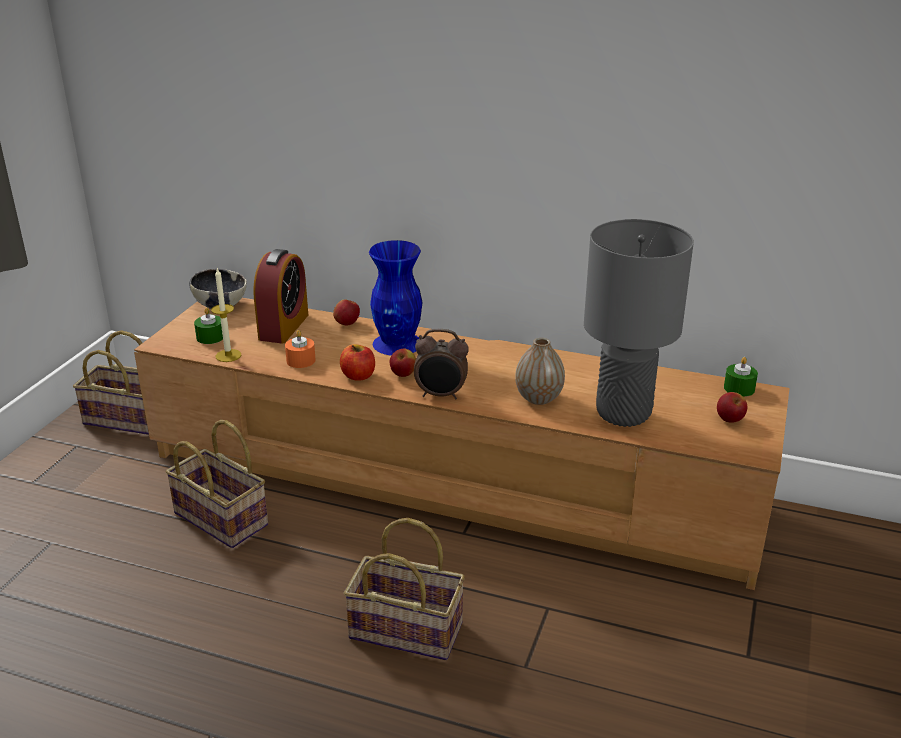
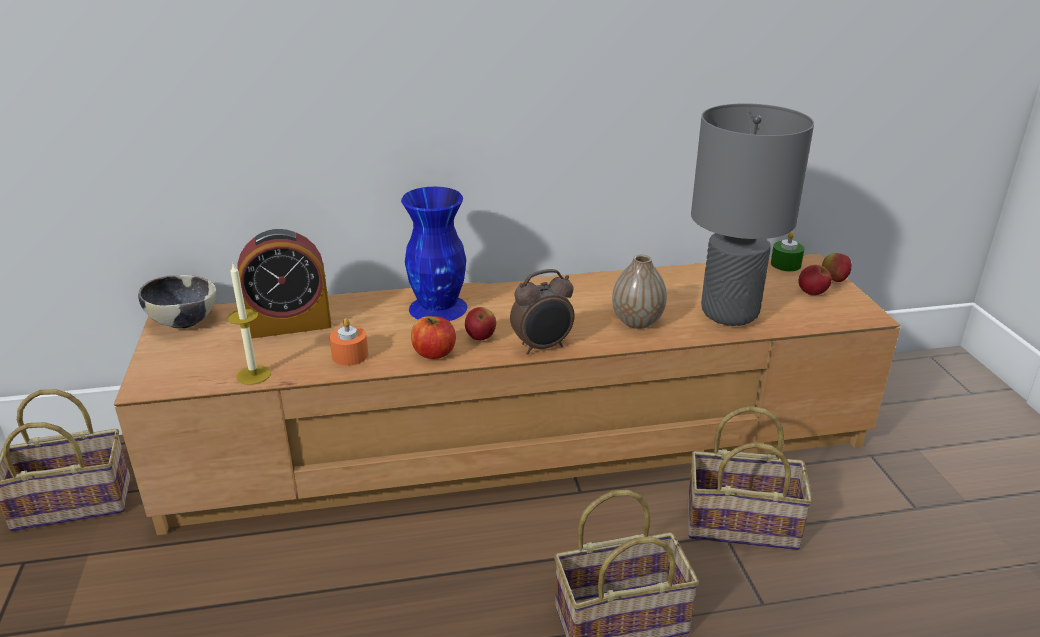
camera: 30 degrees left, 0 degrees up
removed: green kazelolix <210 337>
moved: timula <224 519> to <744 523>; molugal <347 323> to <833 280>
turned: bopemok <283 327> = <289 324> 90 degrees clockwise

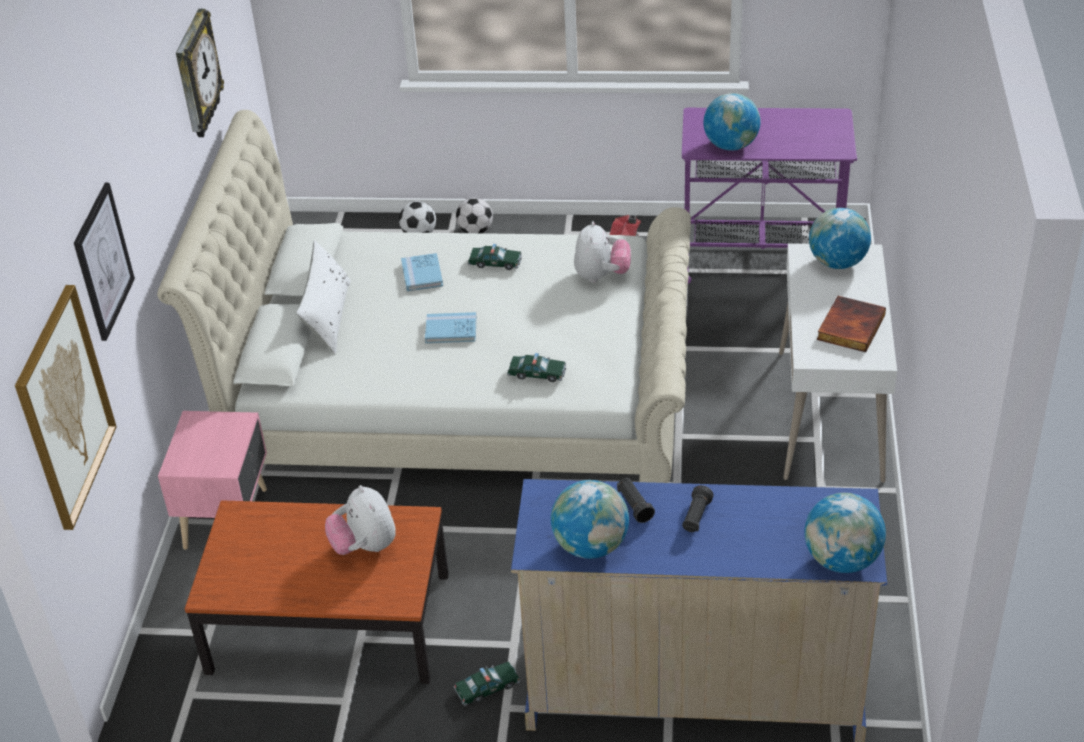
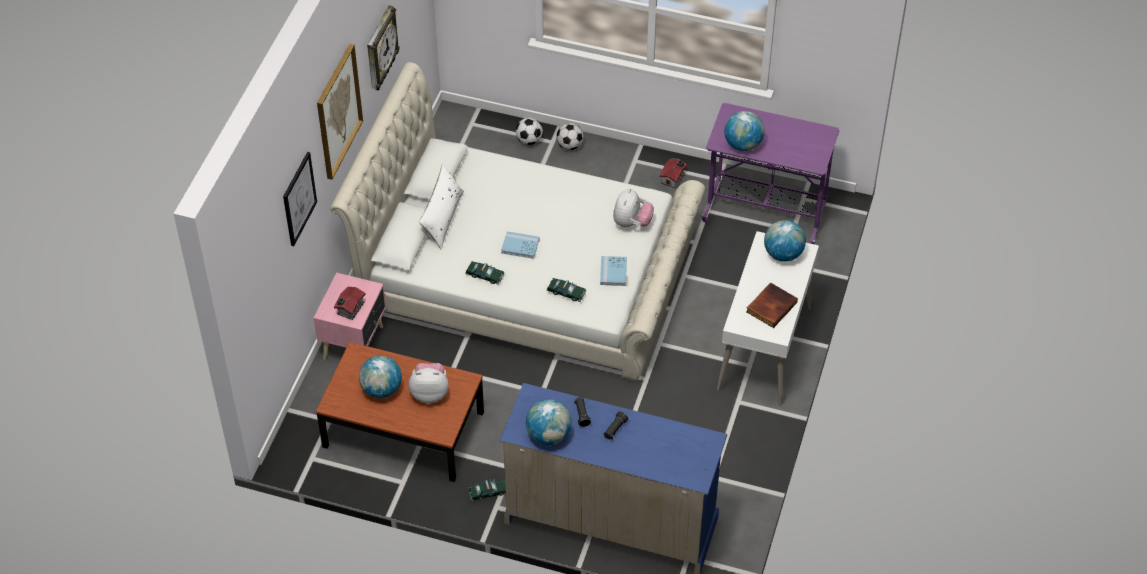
camera: 10 degrees right, 10 degrees up
added: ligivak <349 308>
moved: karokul <64 407> to <338 111>; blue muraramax <422 274> to <613 272>; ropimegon <495 263> to <485 275>; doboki <841 560> to <381 389>
turned: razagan <365 546> = <430 392> 105 degrees clockwise

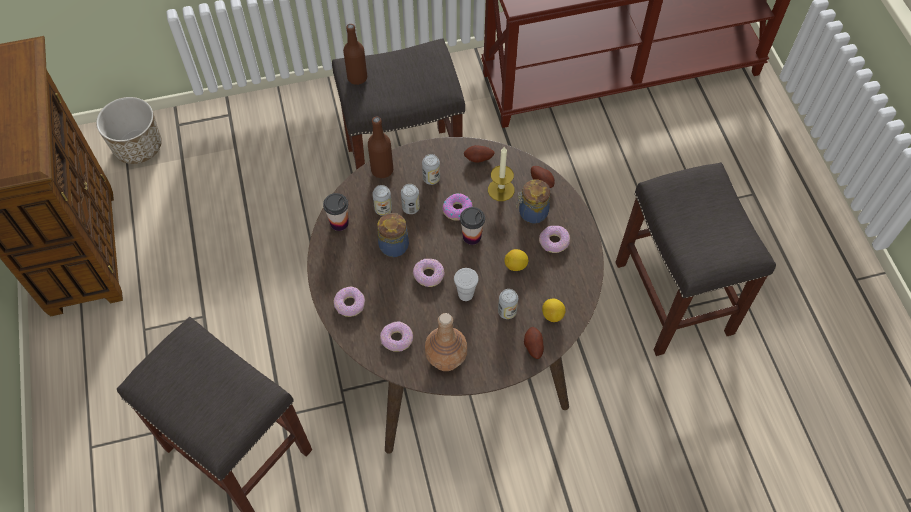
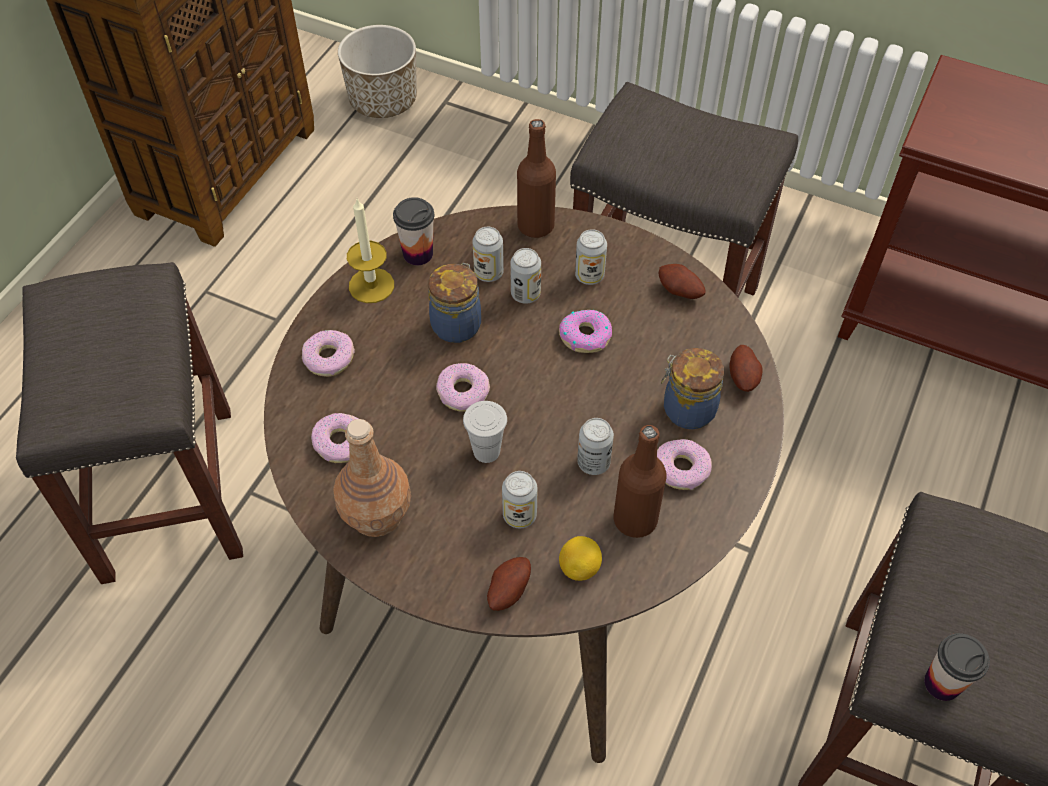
camera: 40 degrees right, 5 degrees down
moved: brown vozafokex <357 78> to <635 519>; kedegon <472 236> to <942 683>; kazelolix <501 190> to <371 285>
replaced: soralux <515 265> to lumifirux <593 463>

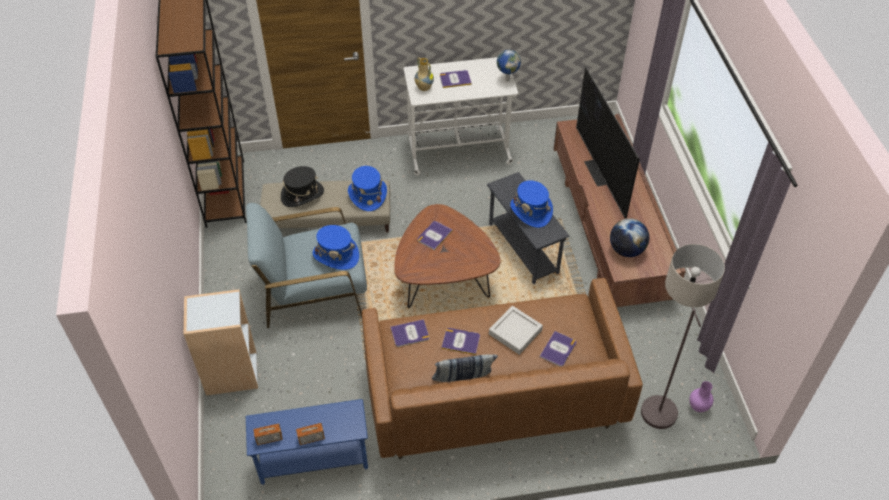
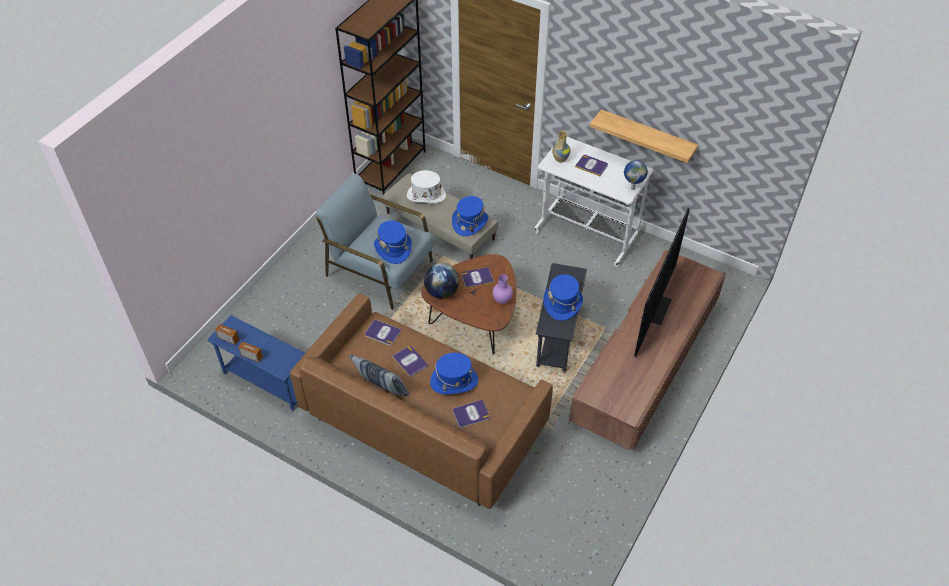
camera: 40 degrees right, 0 degrees up
removed: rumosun <230 373>; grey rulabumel <655 403>
added: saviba <647 137>
moved: doboki <626 250> to <441 292>; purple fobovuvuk <698 407> to <502 301>
replaced: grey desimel <515 332> to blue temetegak <454 381>
recoloured: black temetegak <302 195> to white temetegak <426 195>

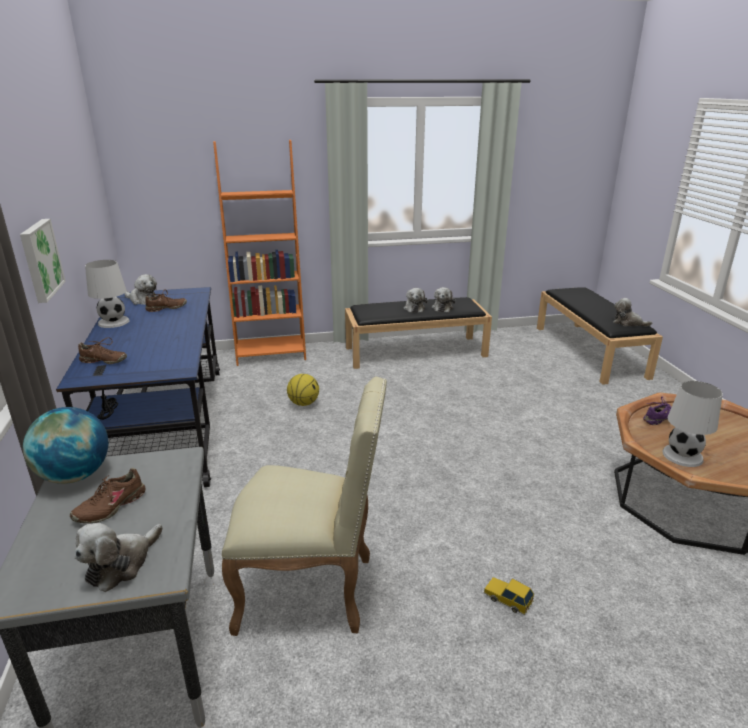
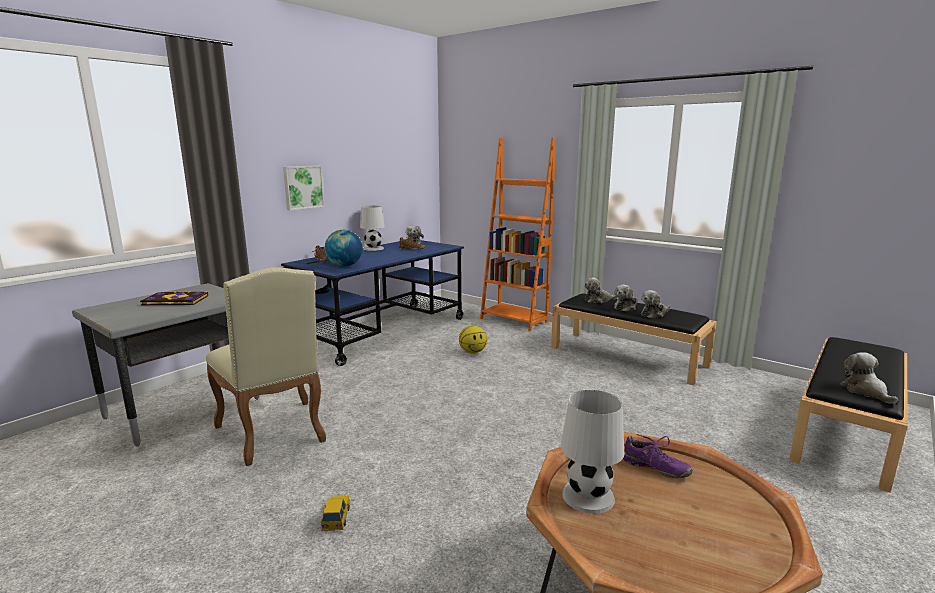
camera: 50 degrees right, 10 degrees down
moved: doboki <75 475> to <345 266>; razagan <121 564> to <598 300>
replaced: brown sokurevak <110 506> to muraramax <175 301>

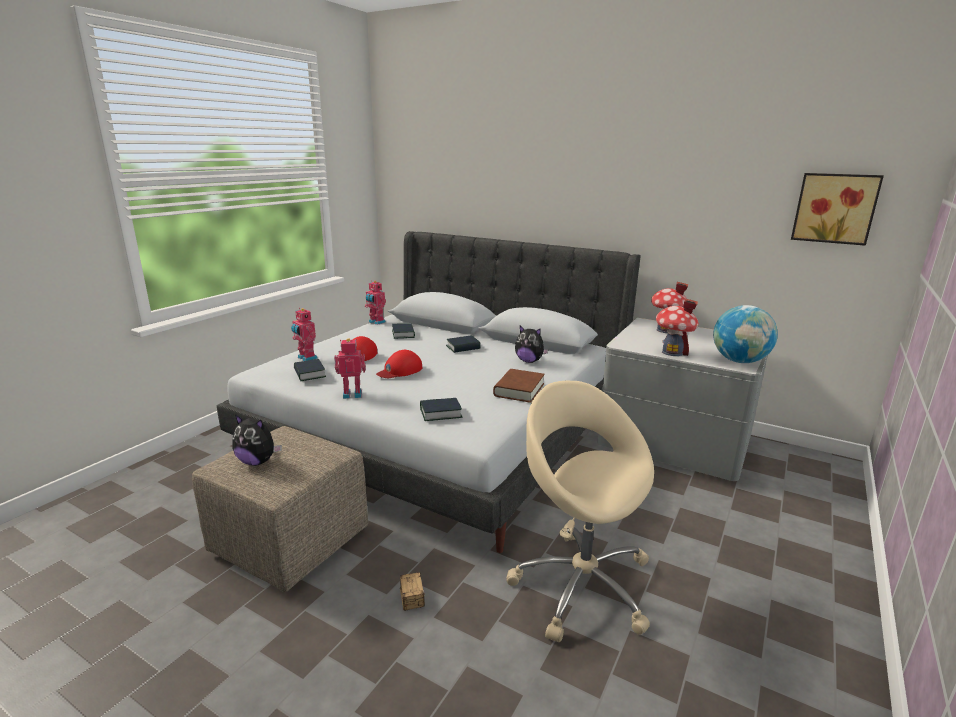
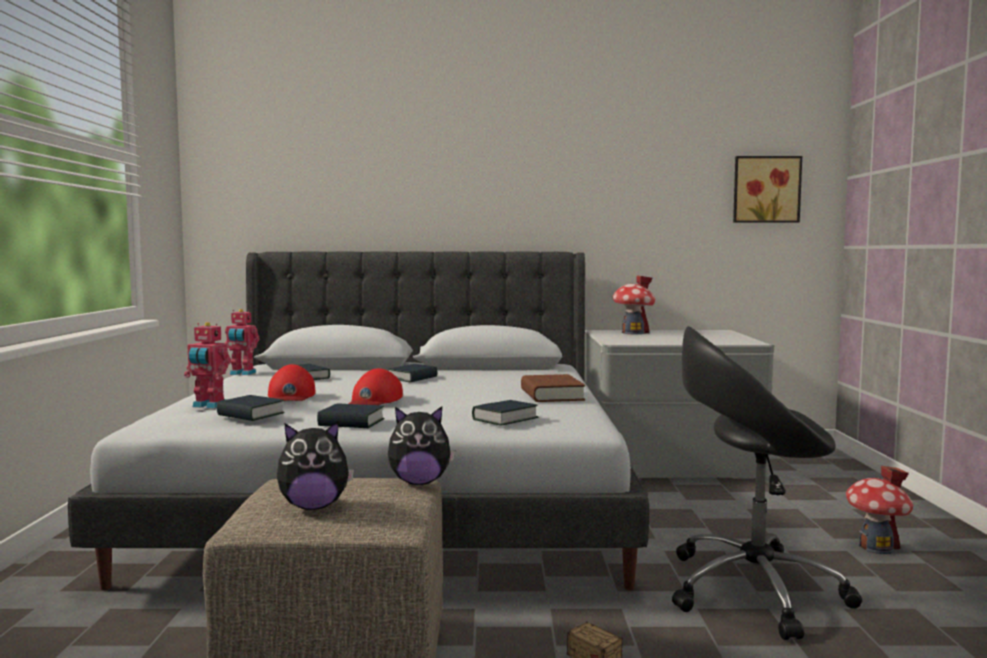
camera: 30 degrees left, 15 degrees down
removed: doboki <739 361>
moved: razagan <529 361> to <419 482>; ligivak <672 352> to <876 548>
replaced: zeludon <352 394> to muraramax <351 423>
recoloured: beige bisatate <580 584> to black bisatate <749 590>

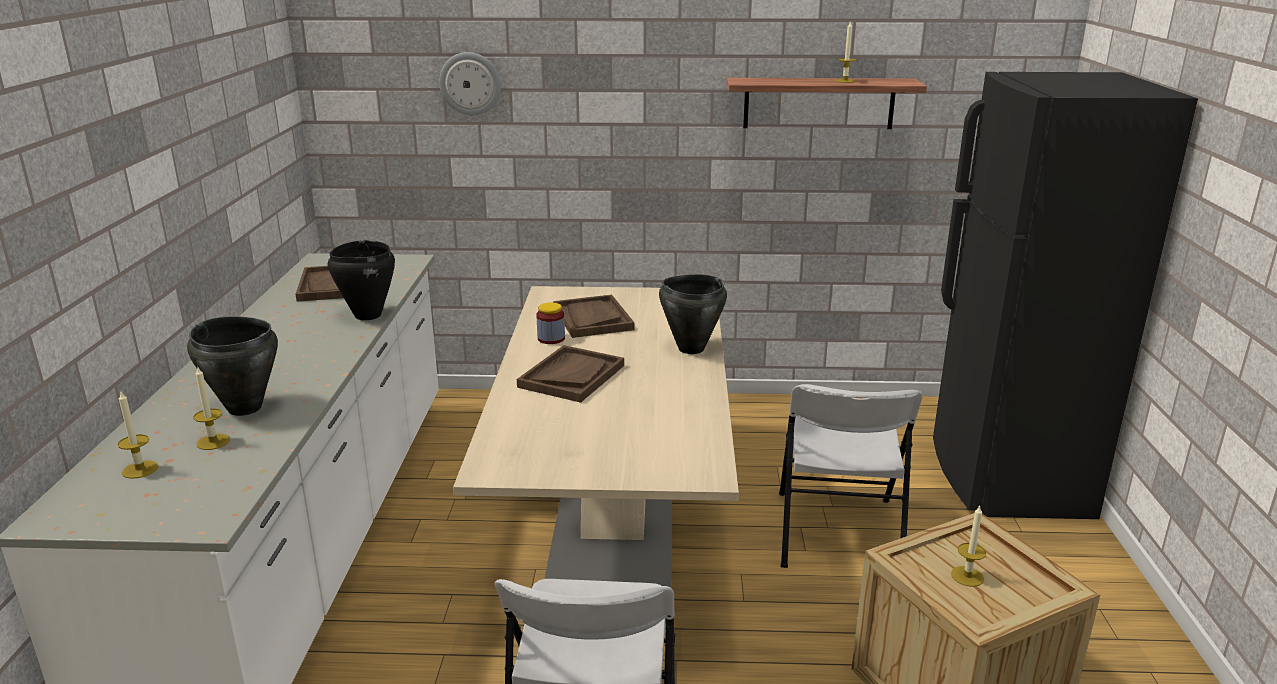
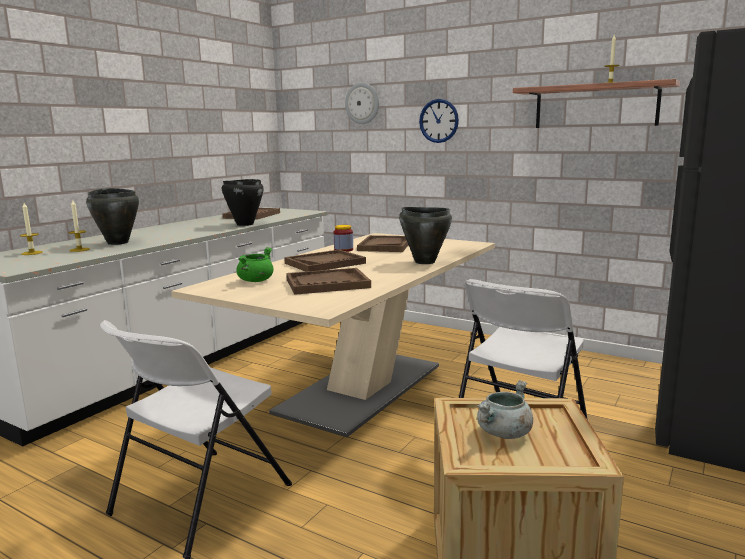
camera: 30 degrees right, 10 degrees down
added: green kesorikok <255 280>; brown desimel <327 284>; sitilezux <439 121>
replaced: kazelolix <967 576> to grey kesorikok <504 433>

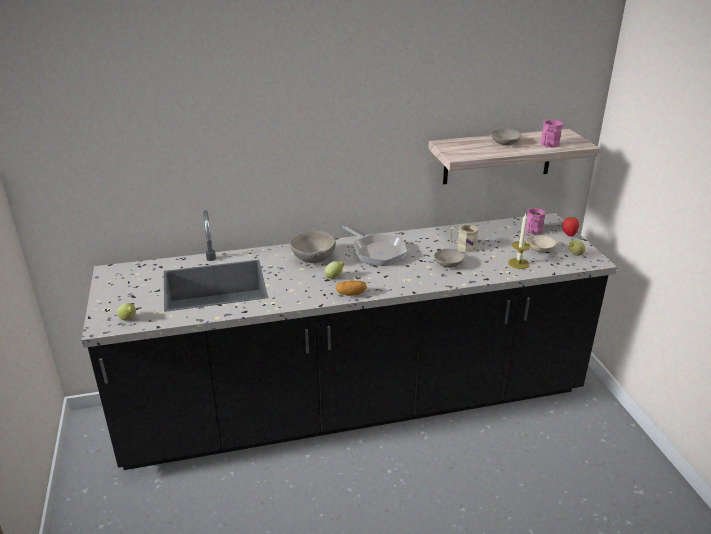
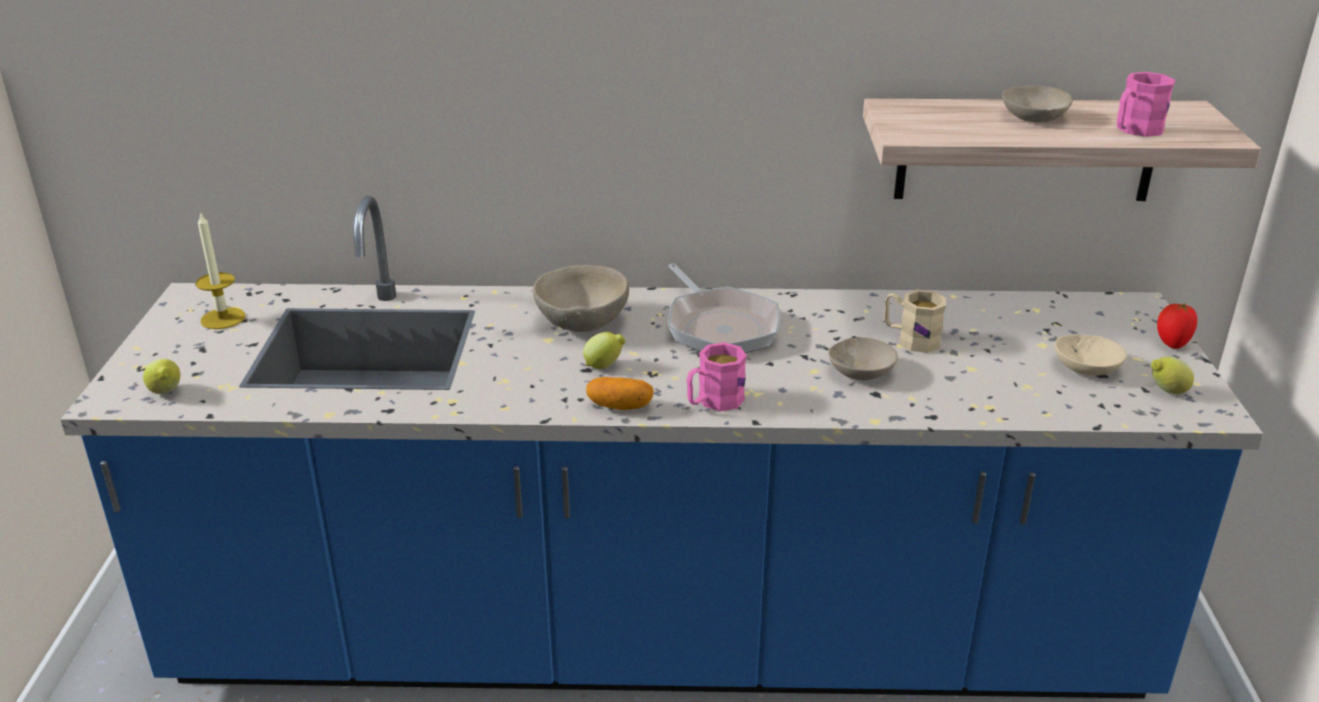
camera: 15 degrees right, 0 degrees up
moved: kazelolix <518 263> to <223 318>; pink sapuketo <531 231> to <713 402>
recoloured: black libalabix <355 406> to blue libalabix <659 641>

